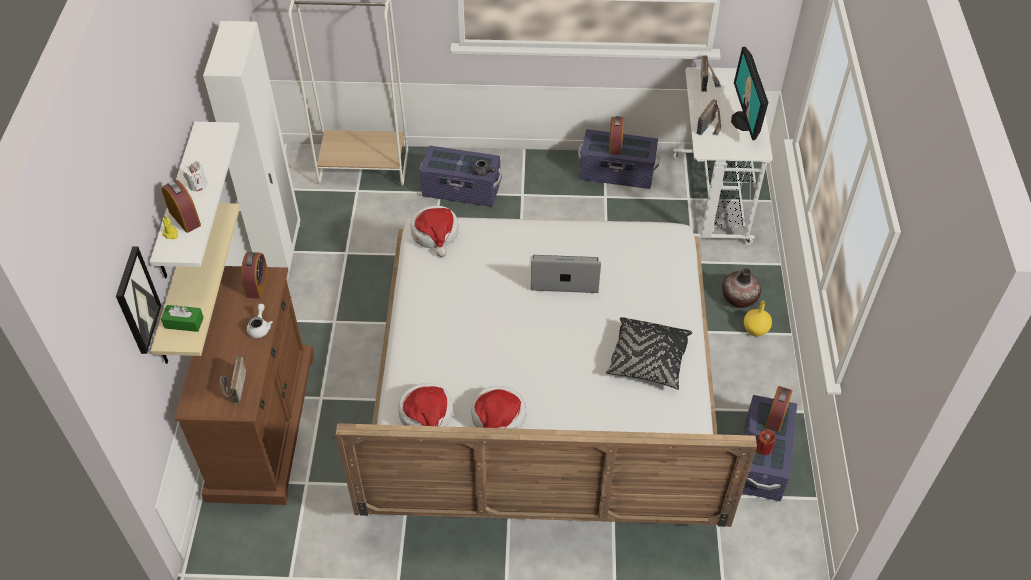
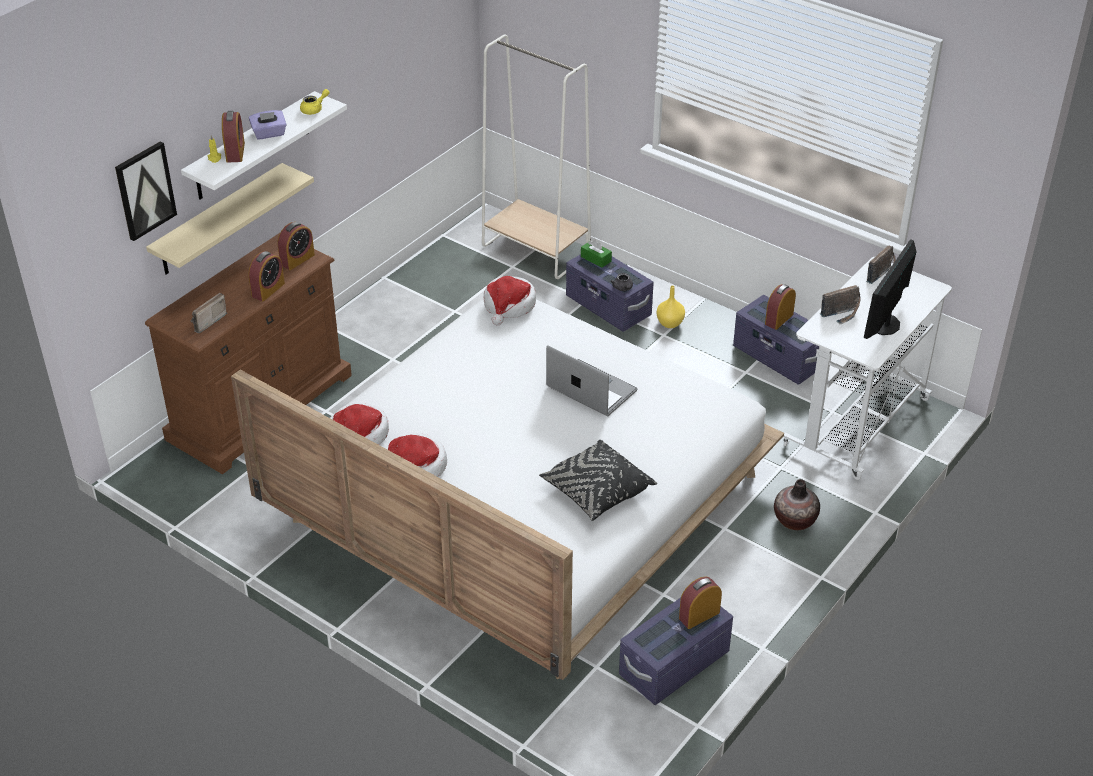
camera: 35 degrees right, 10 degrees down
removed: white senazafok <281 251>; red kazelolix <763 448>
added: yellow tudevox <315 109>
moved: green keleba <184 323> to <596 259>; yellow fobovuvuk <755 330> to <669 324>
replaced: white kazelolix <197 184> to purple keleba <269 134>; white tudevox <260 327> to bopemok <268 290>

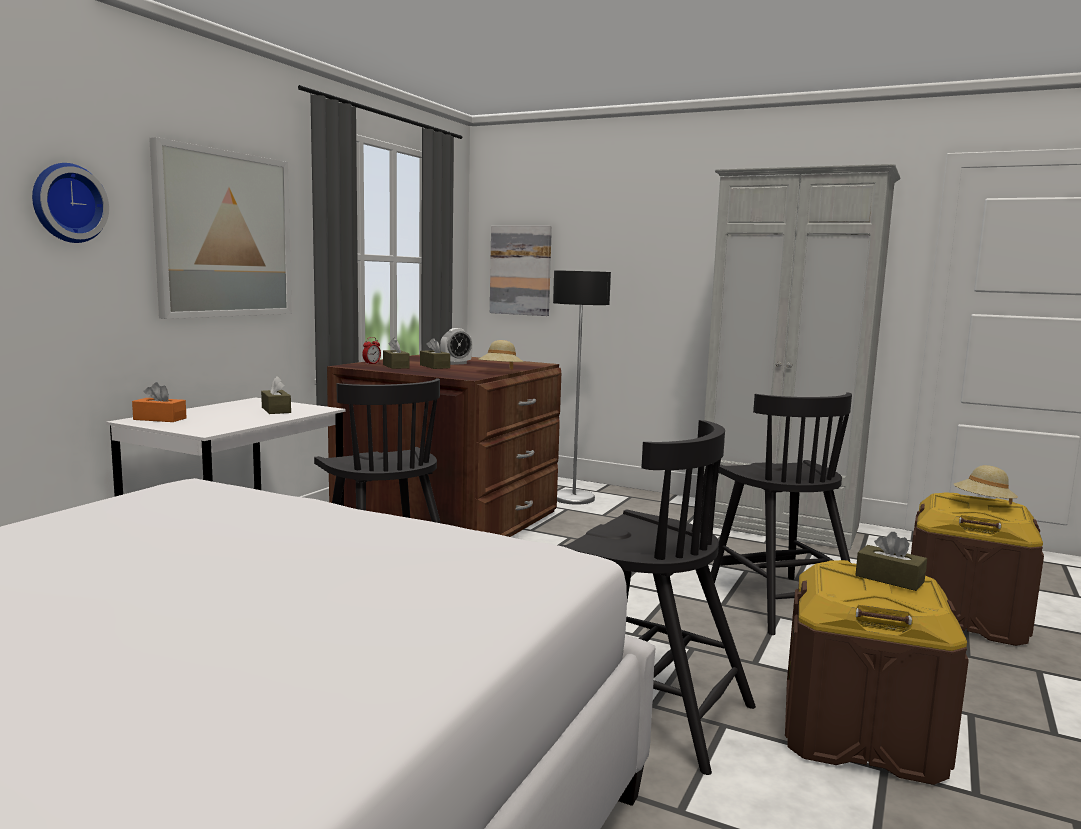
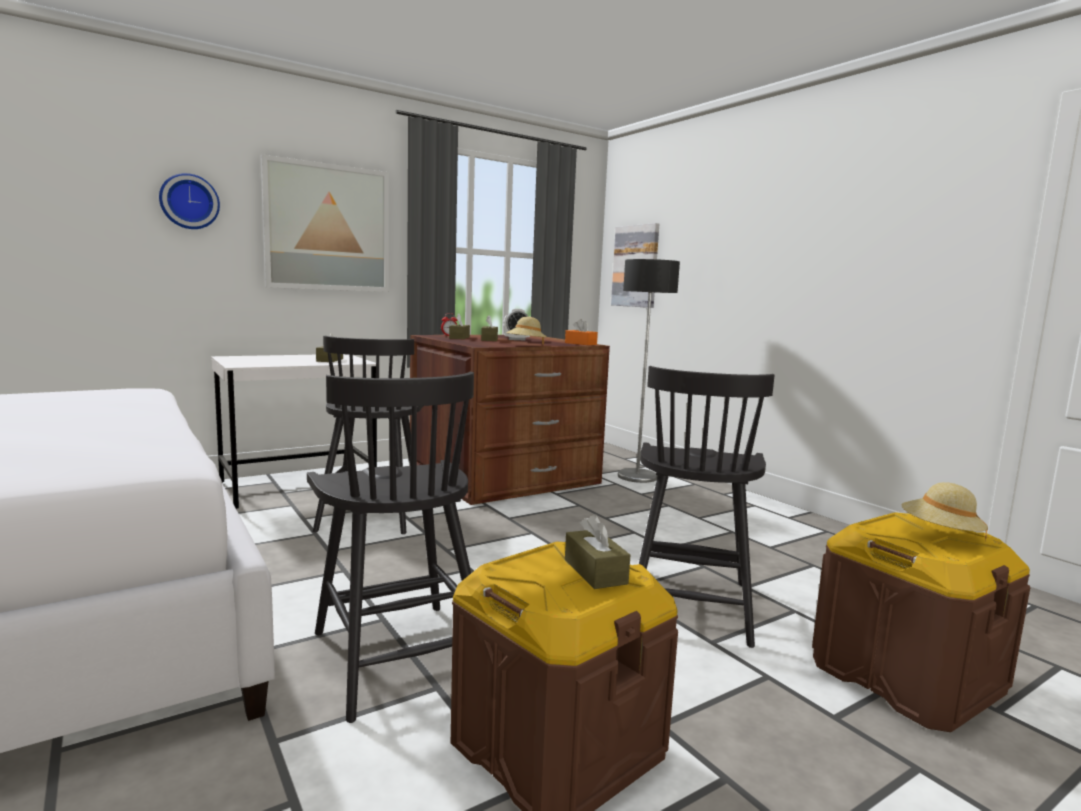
camera: 30 degrees right, 0 degrees up
removed: white senazafok <779 525>
moved: orange keleba <160 419> to <580 343>

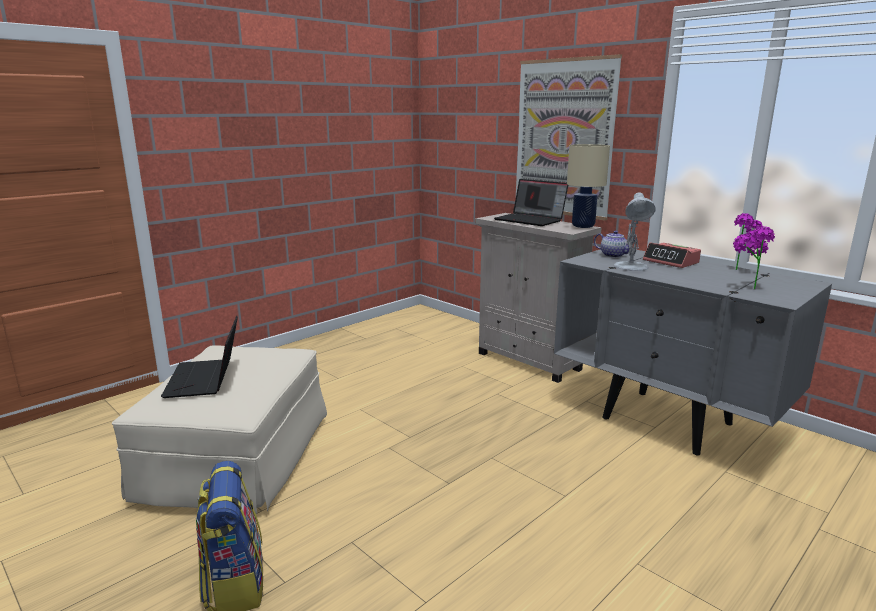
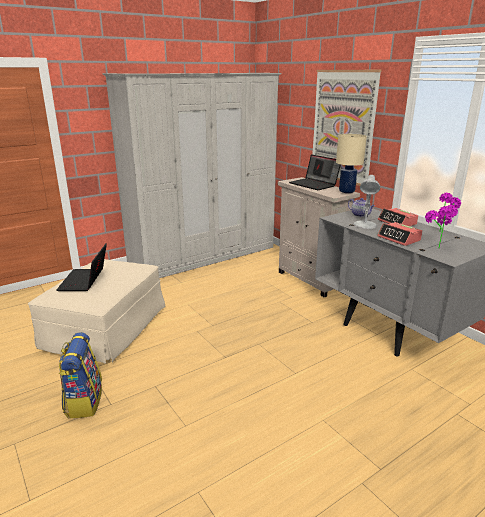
camera: 10 degrees right, 5 degrees up
added: white senazafok <204 256>; bopemok <399 239>

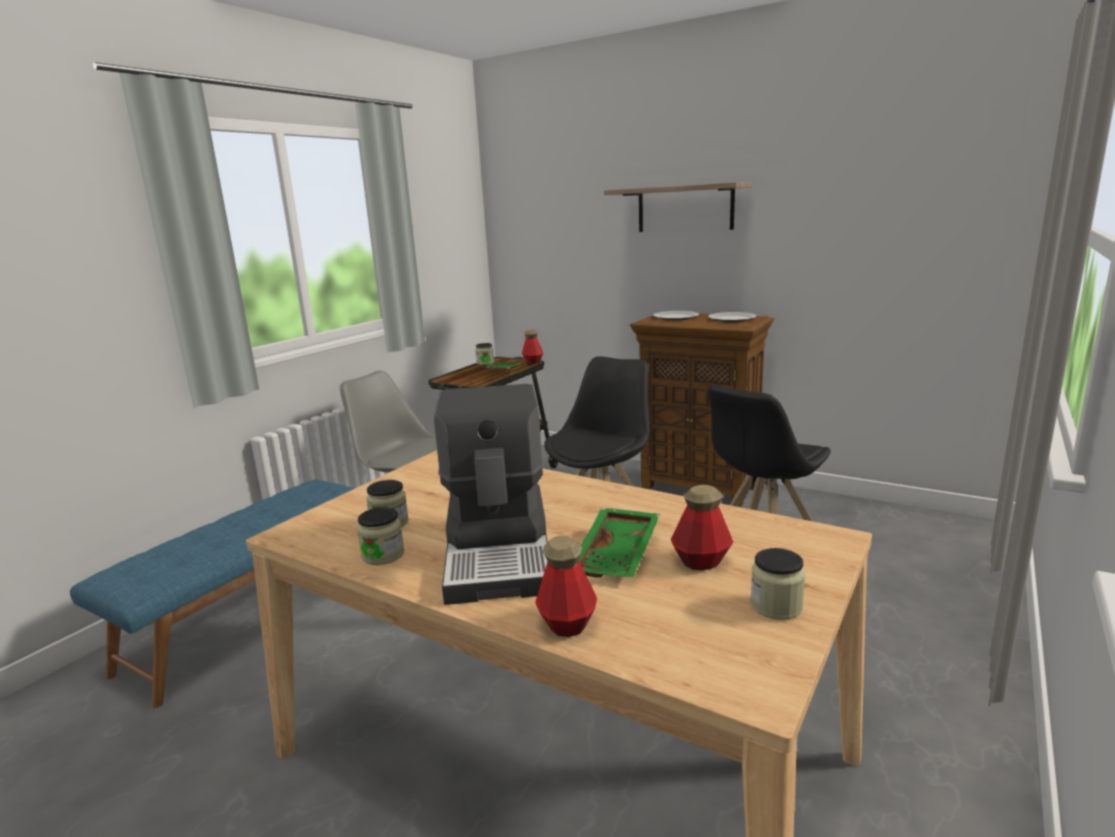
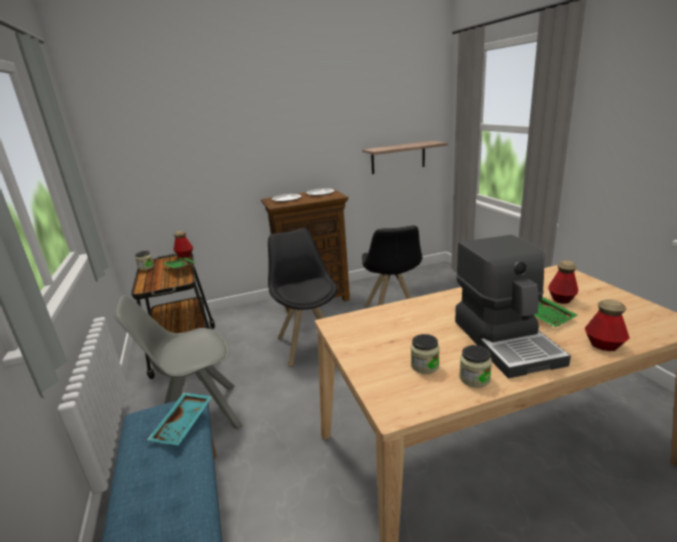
camera: 50 degrees left, 5 degrees up
removed: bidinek <776 606>
added: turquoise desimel <184 424>
moved: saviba <685 208> to <398 157>
turned: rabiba <500 552> = <506 341> 45 degrees clockwise

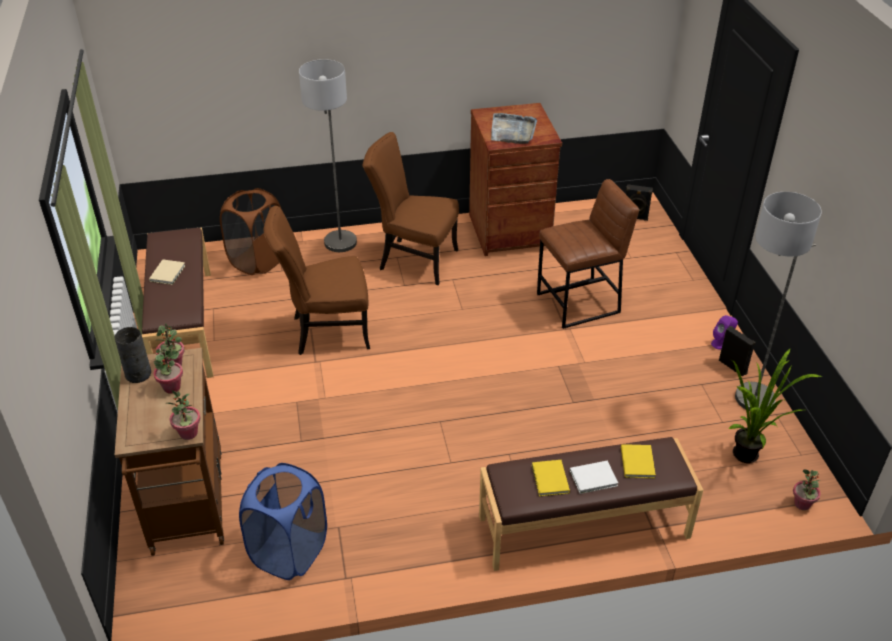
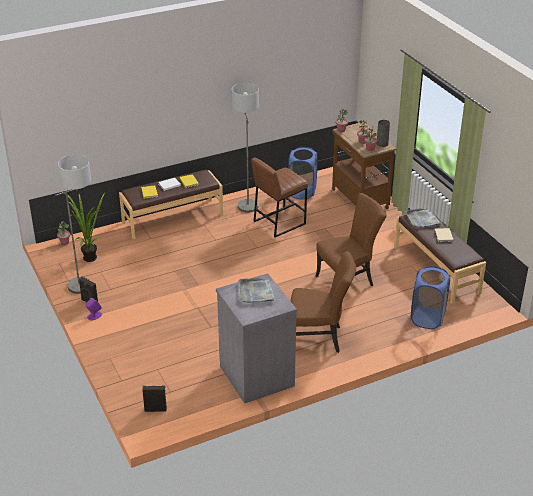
camera: 165 degrees right, 5 degrees down
added: grey desimel <422 219>
moved: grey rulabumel <338 248> to <247 203>; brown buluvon <579 303> to <278 223>
recoloured: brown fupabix <258 260> to blue fupabix <427 318>; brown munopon <510 231> to grey munopon <255 376>

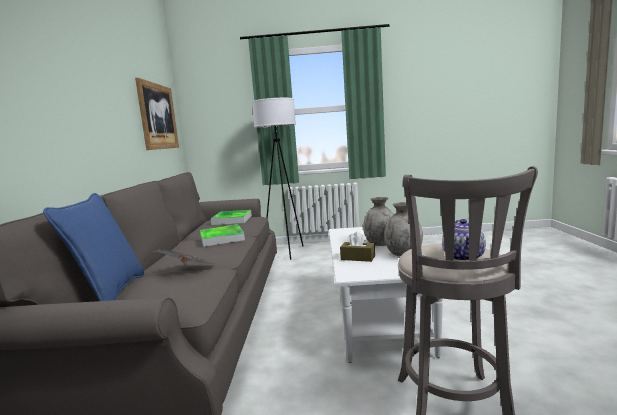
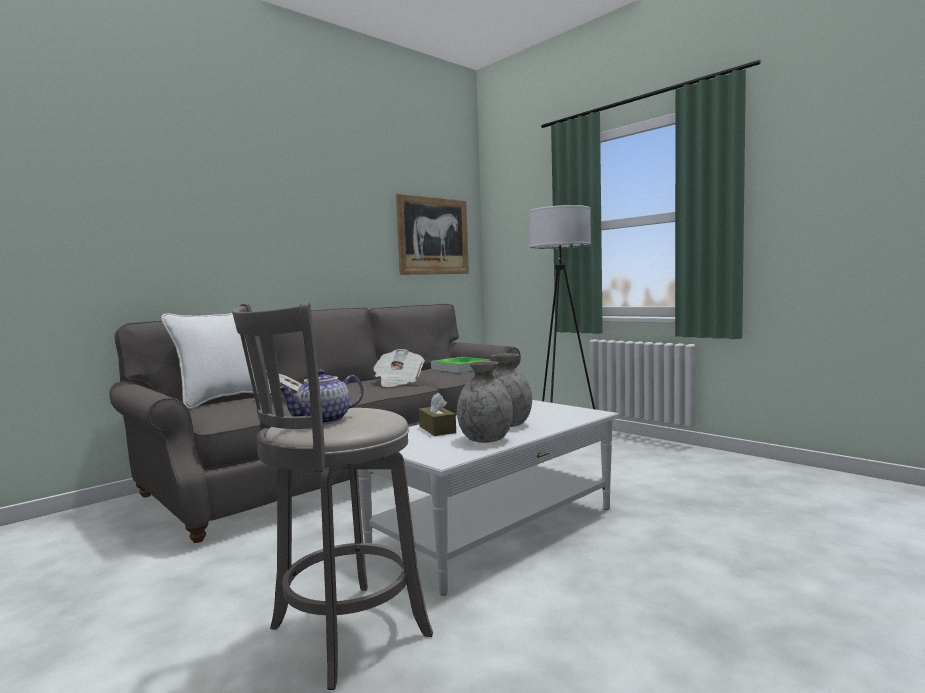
camera: 45 degrees right, 5 degrees down
replaced: desimel <222 238> to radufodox <398 382>
recoloured: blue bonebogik <110 293> to white bonebogik <223 399>

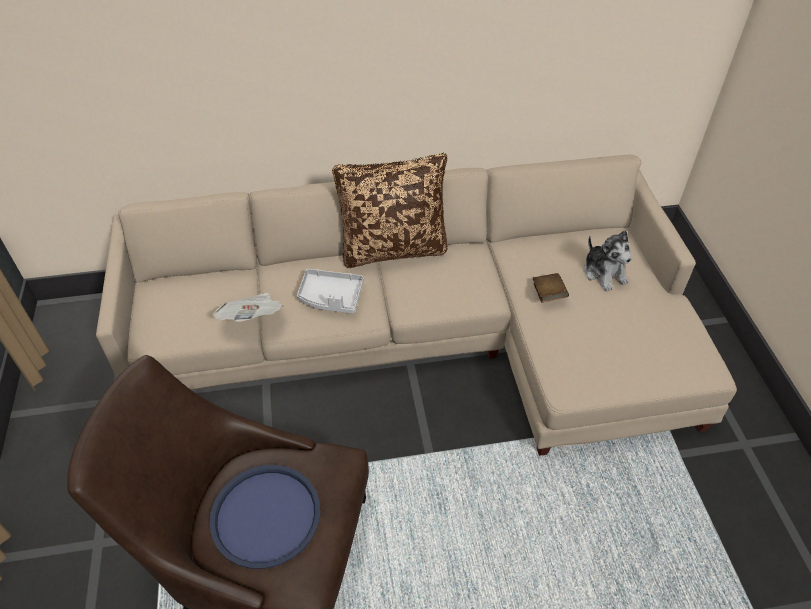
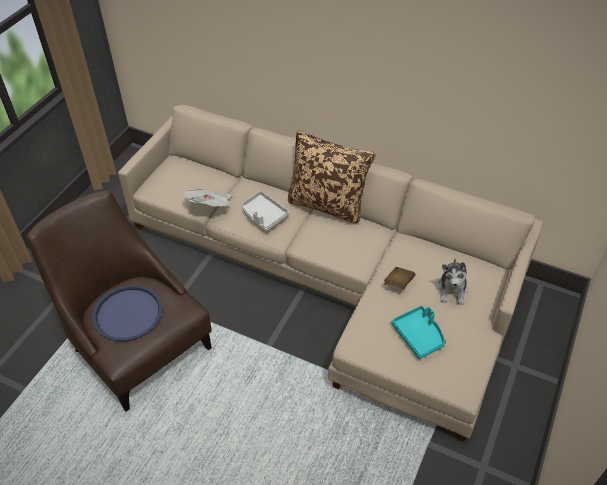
camera: 35 degrees right, 0 degrees up
added: turquoise desimel <419 335>

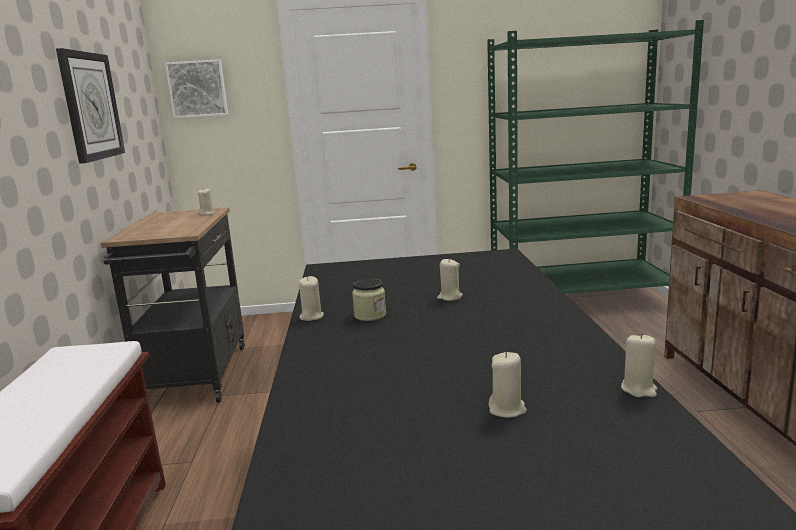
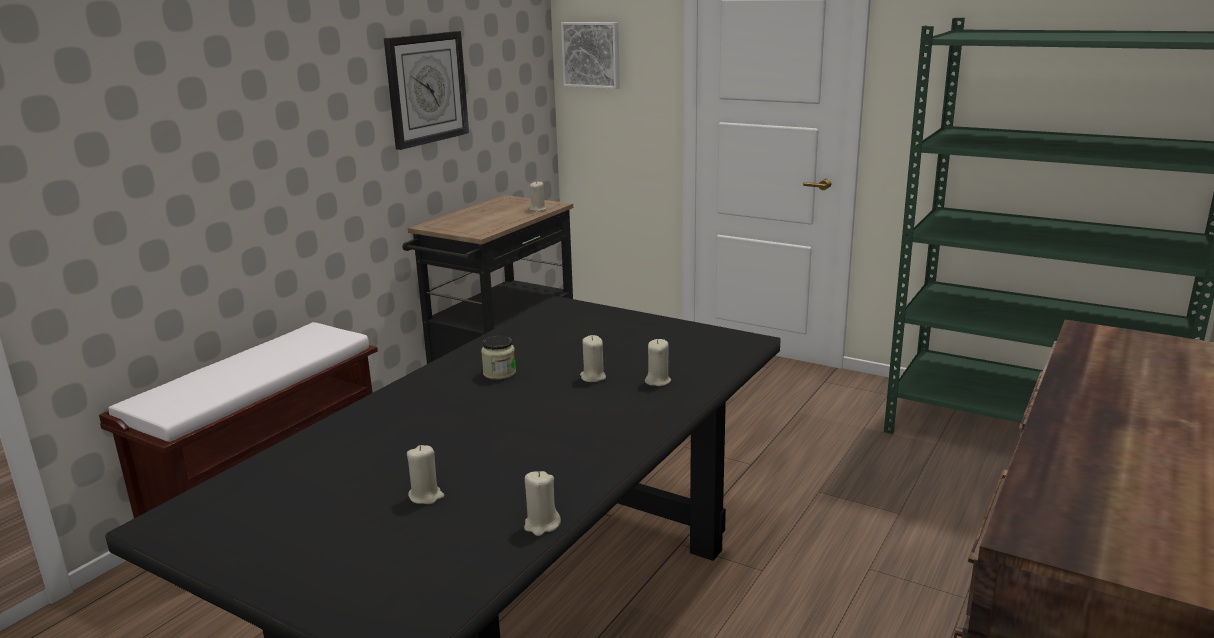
camera: 35 degrees right, 5 degrees up
moved: beige kazelolix <311 316> to <657 381>

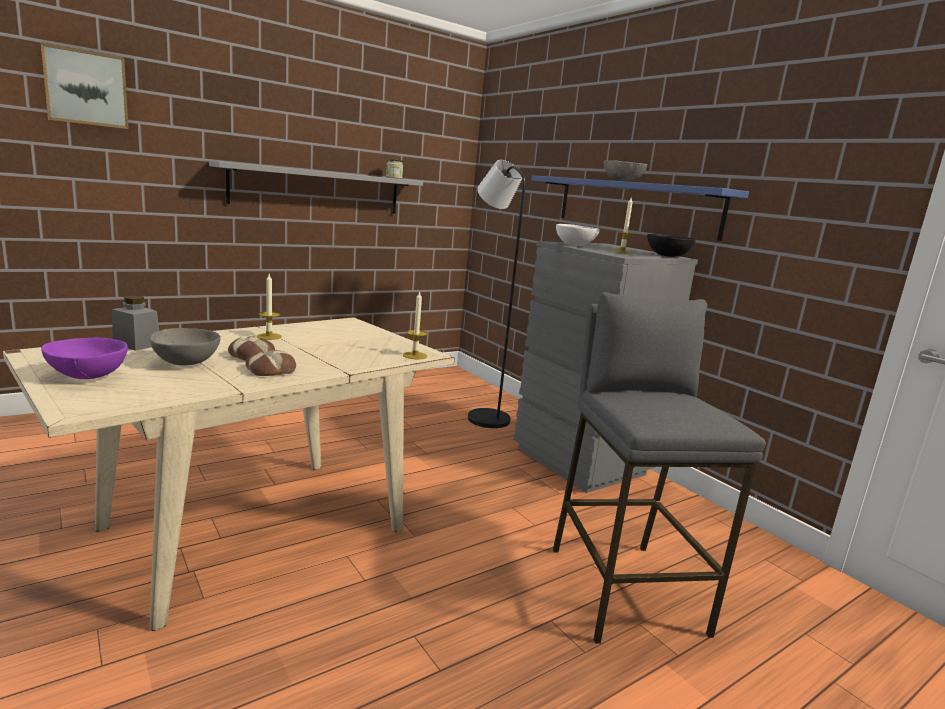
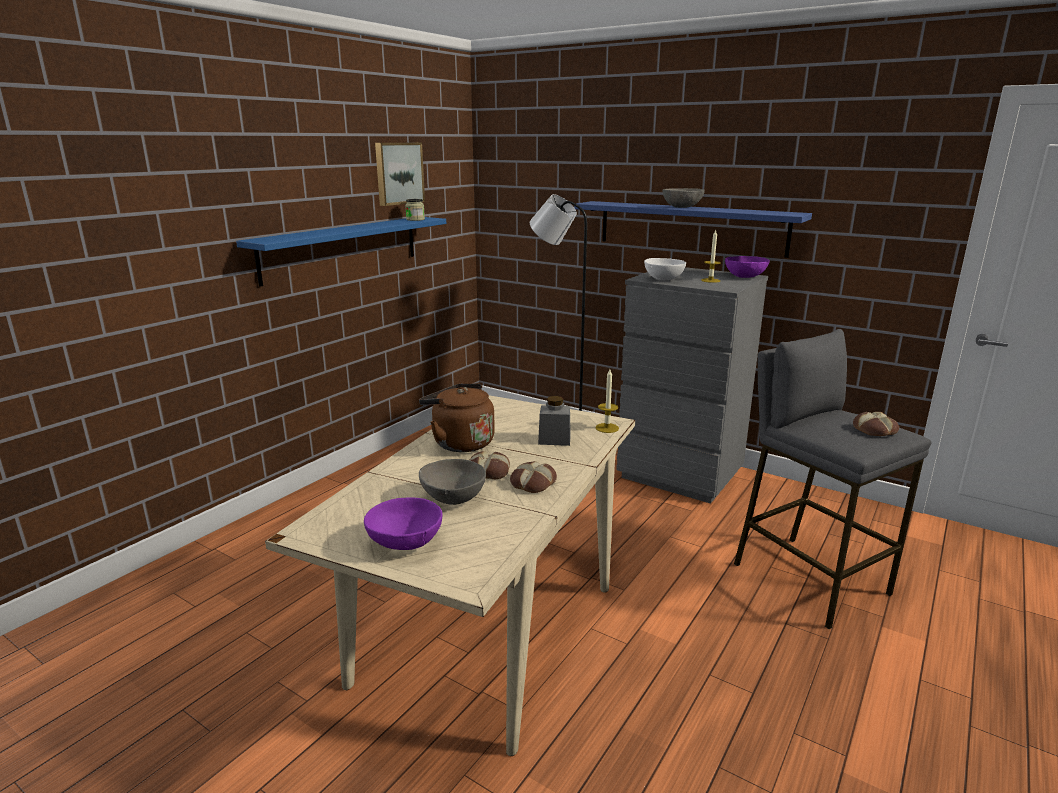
camera: 20 degrees left, 5 degrees up
added: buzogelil <875 430>
moved: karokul <86 88> to <398 173>; grey bidinek <136 344> to <554 439>
replaced: kazelolix <269 336> to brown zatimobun <460 442>
recoloured: grey saviba <317 190> to blue saviba <342 248>; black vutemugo <668 256> to purple vutemugo <745 277>

